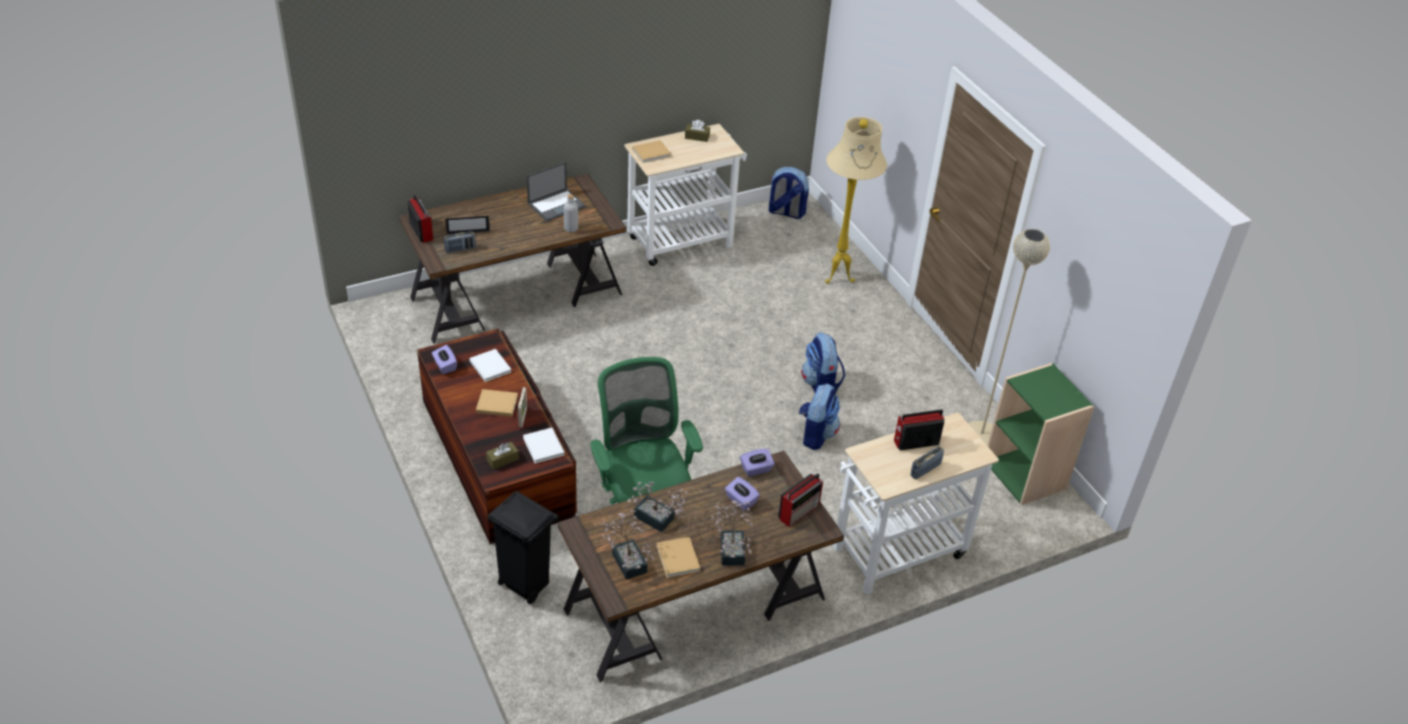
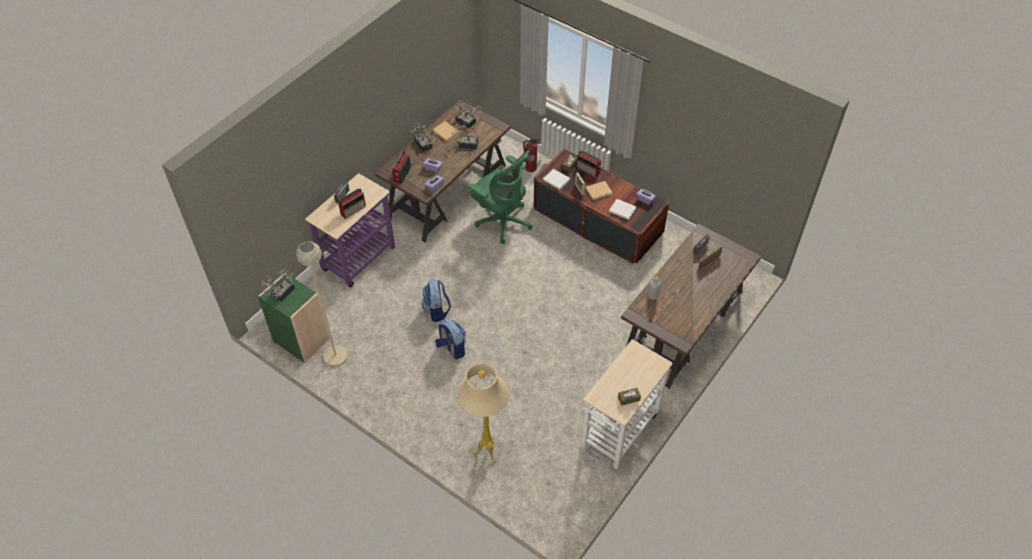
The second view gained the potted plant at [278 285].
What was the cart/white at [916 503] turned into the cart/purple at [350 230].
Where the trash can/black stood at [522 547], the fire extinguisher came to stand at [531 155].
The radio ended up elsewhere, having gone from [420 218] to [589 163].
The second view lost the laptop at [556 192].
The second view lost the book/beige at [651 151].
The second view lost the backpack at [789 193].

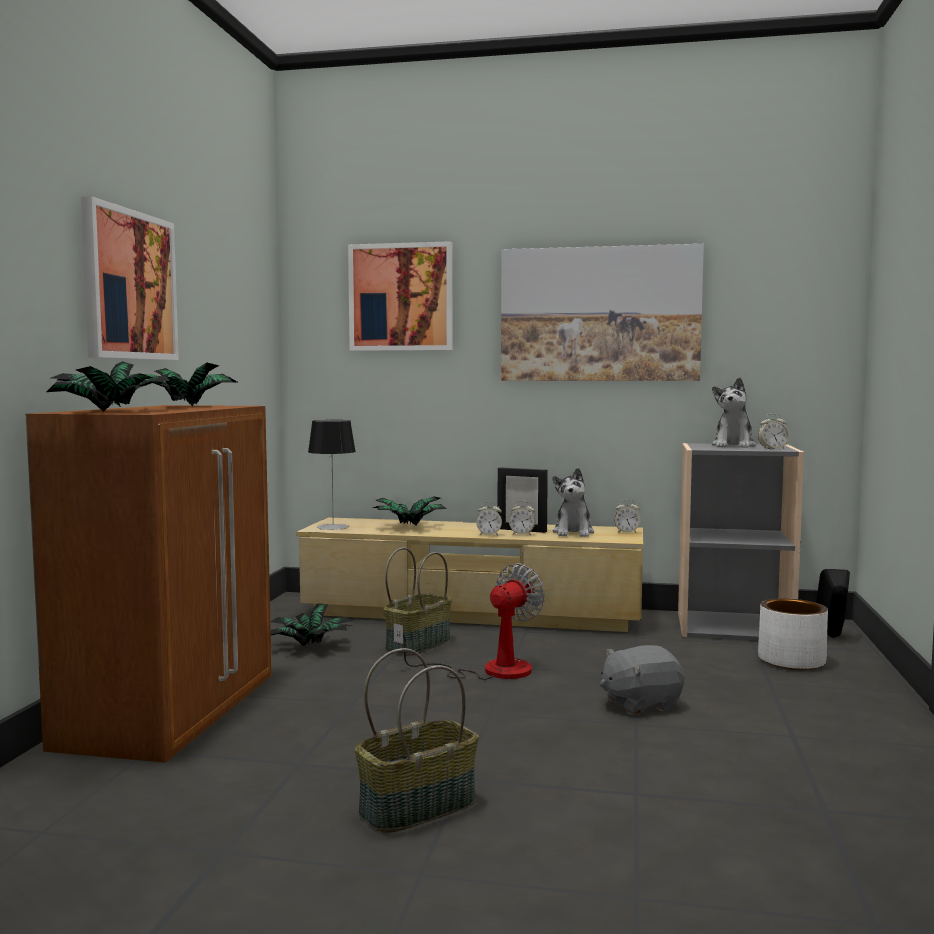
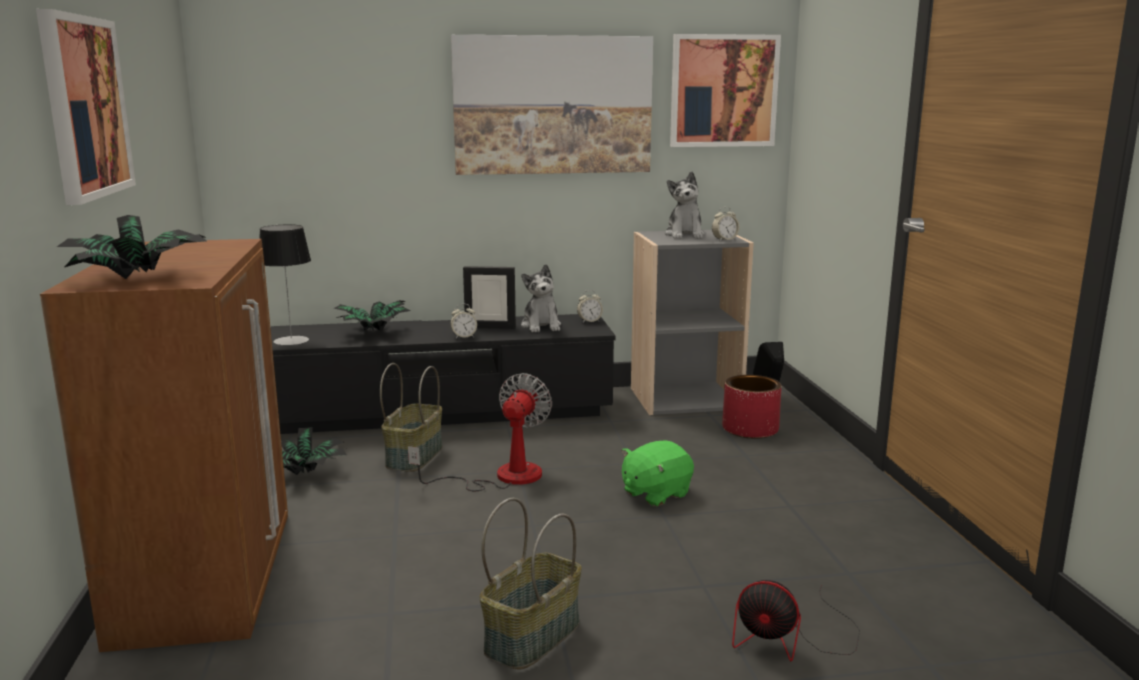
What was the tv stand/beige at [470 575] turned into the tv stand/black at [443 374].
What was the plush toy/grey at [642 680] turned into the plush toy/green at [658 473].
The picture ended up elsewhere, having gone from [400 296] to [725 90].
What was the planter/white at [793 634] turned into the planter/red at [752 407].
The second view gained the fan at [796 620].
The second view lost the potted plant at [190 384].
The second view lost the alarm clock at [522 518].

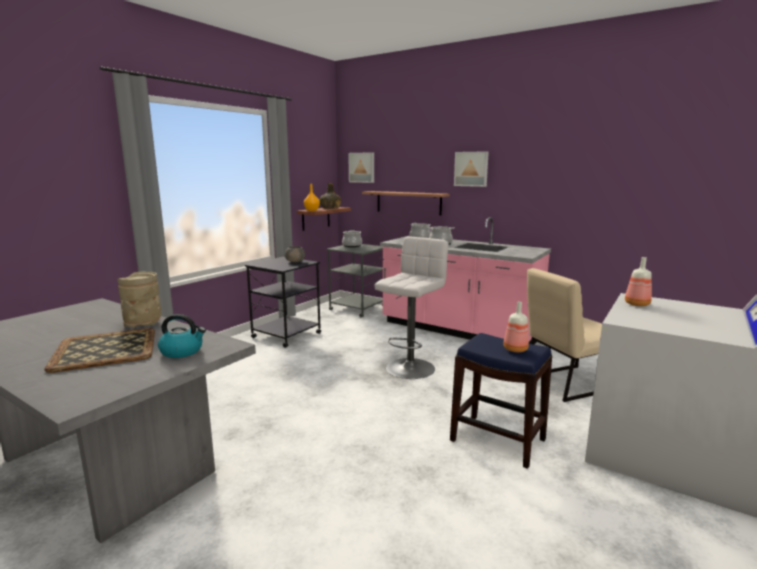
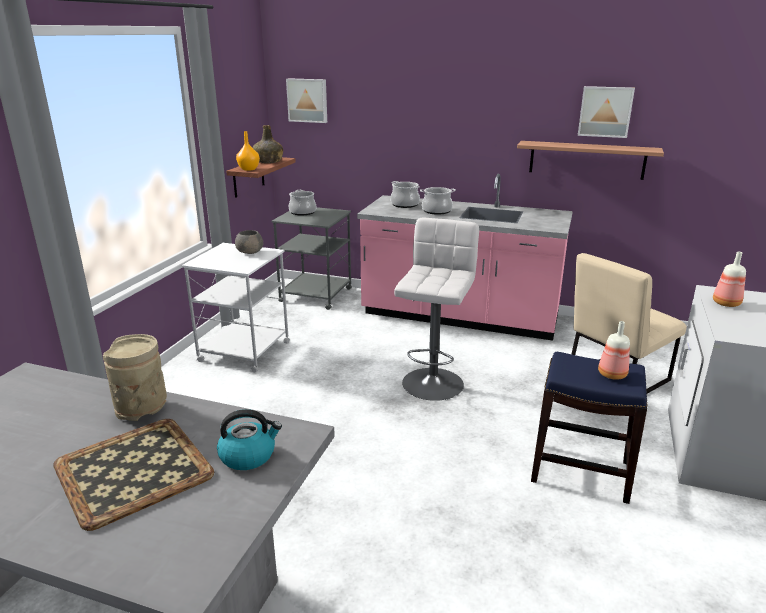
What was the cart/black at [283 302] turned into the cart/white at [236 308].
The shelf ended up elsewhere, having gone from [406 203] to [590 160].
The picture ended up elsewhere, having gone from [471 169] to [606 112].

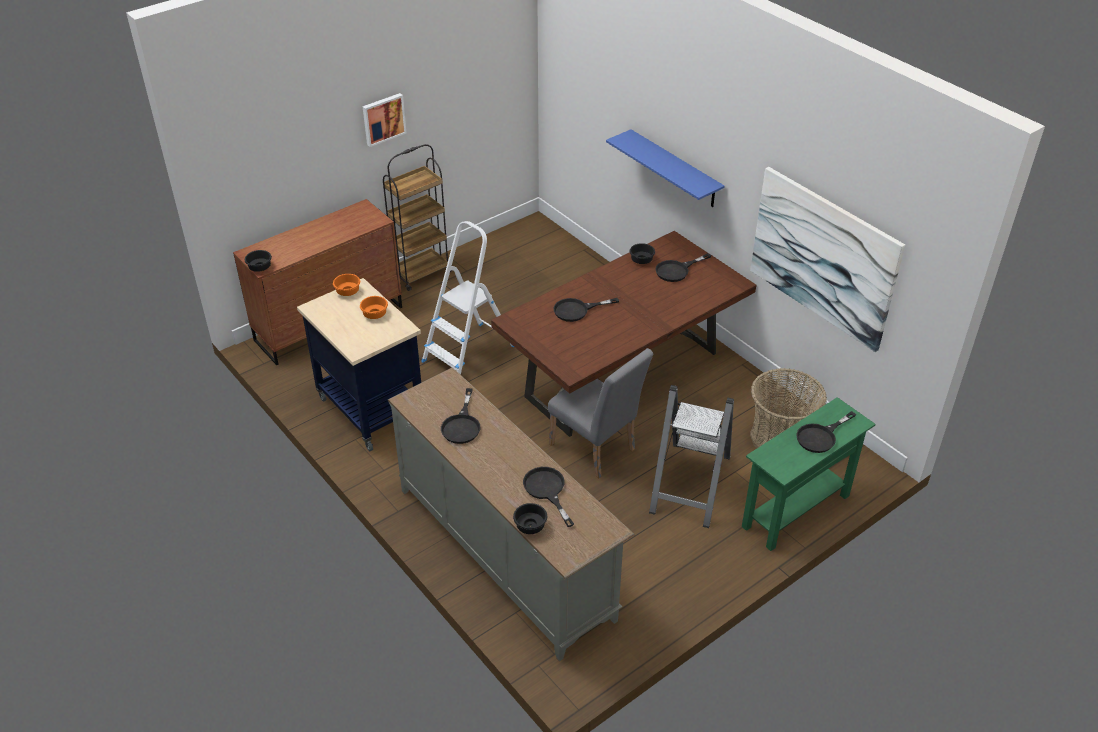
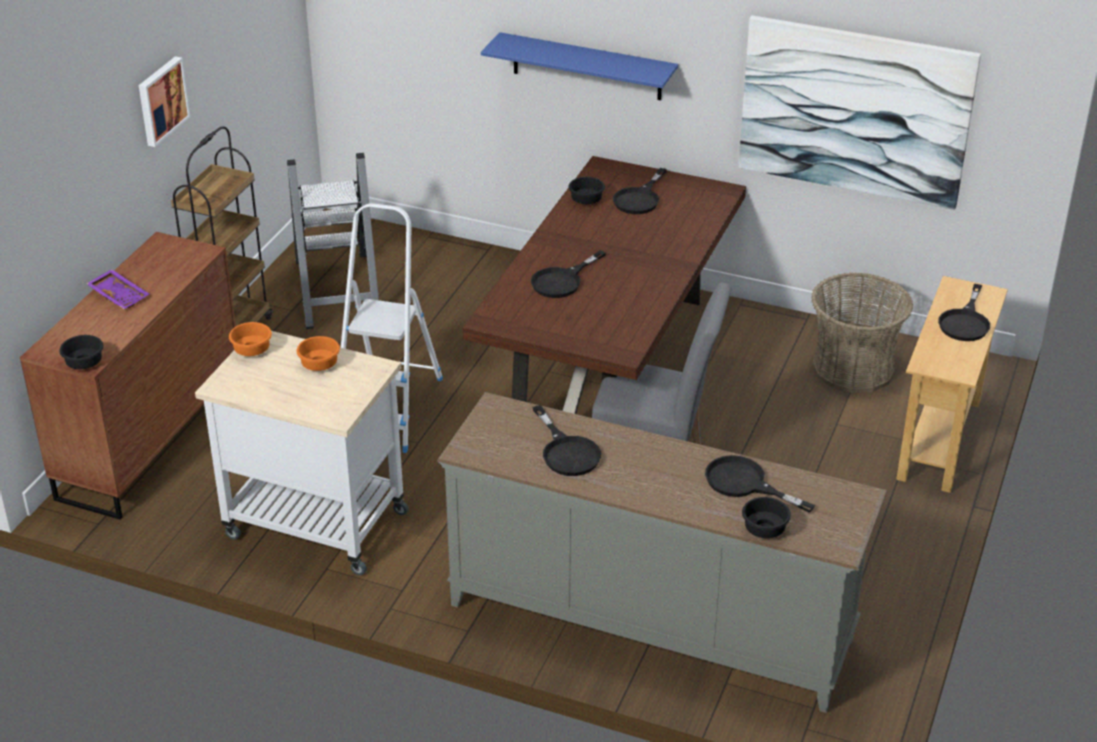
The second view gained the tray/purple at [117 289].
What was the cart/blue at [359 364] turned into the cart/white at [302 453].
The step ladder/grey ended up elsewhere, having gone from [691 456] to [333 241].
What was the console table/green at [809 474] turned into the console table/beige at [952 384].

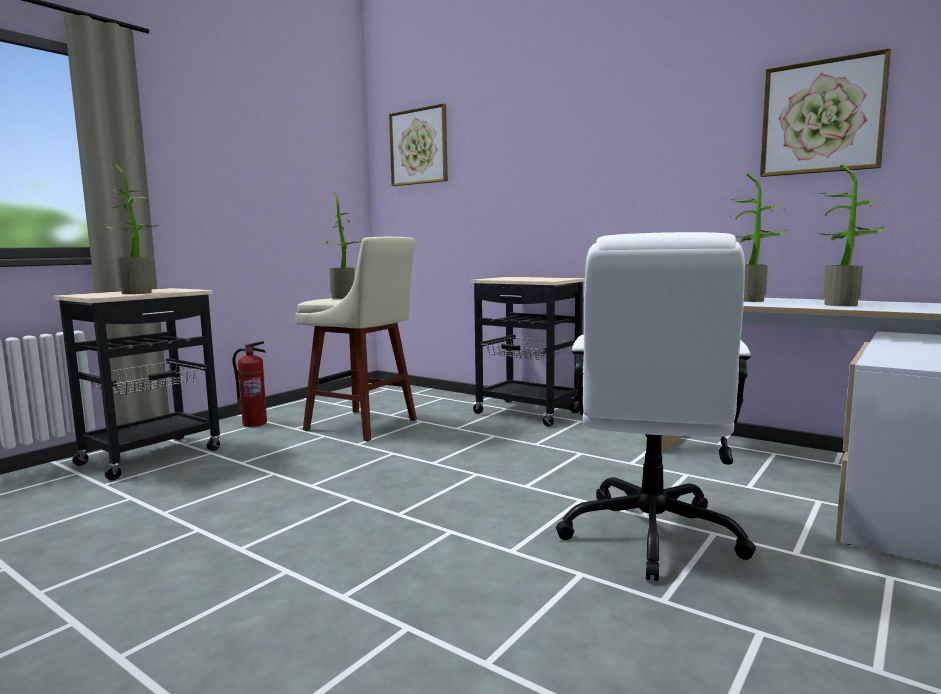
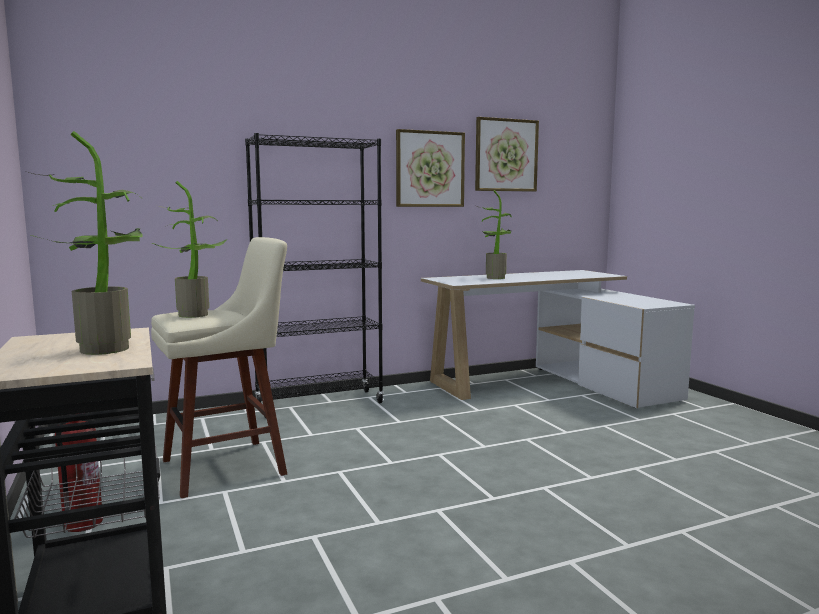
Where the cart stood at [528 352], the bookcase/black came to stand at [314 275].
The picture ended up elsewhere, having gone from [418 144] to [430 168].
The second view lost the office chair/white at [656 406].
The second view lost the potted plant at [846 235].

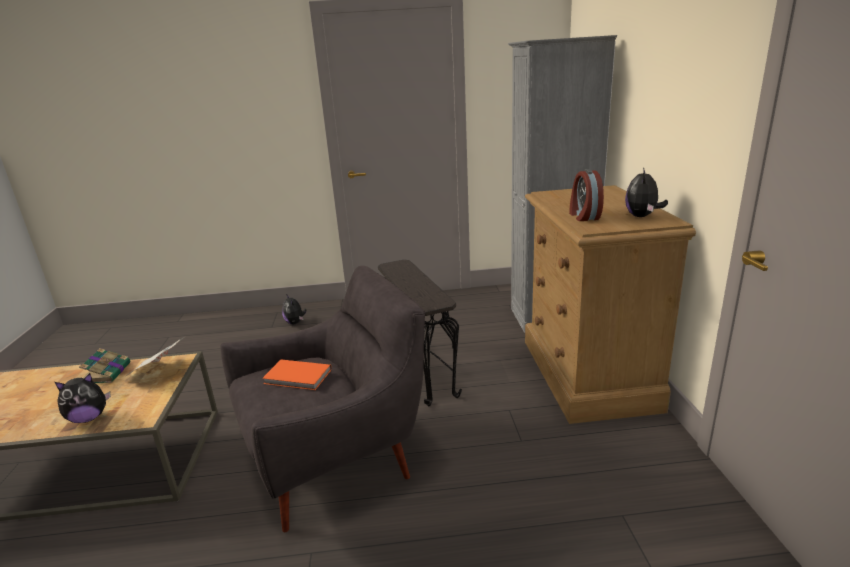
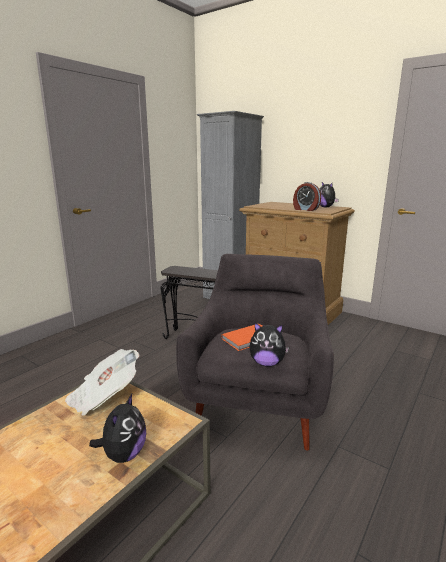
The plush toy ended up elsewhere, having gone from [294 309] to [269 345].
The second view lost the book at [104 365].

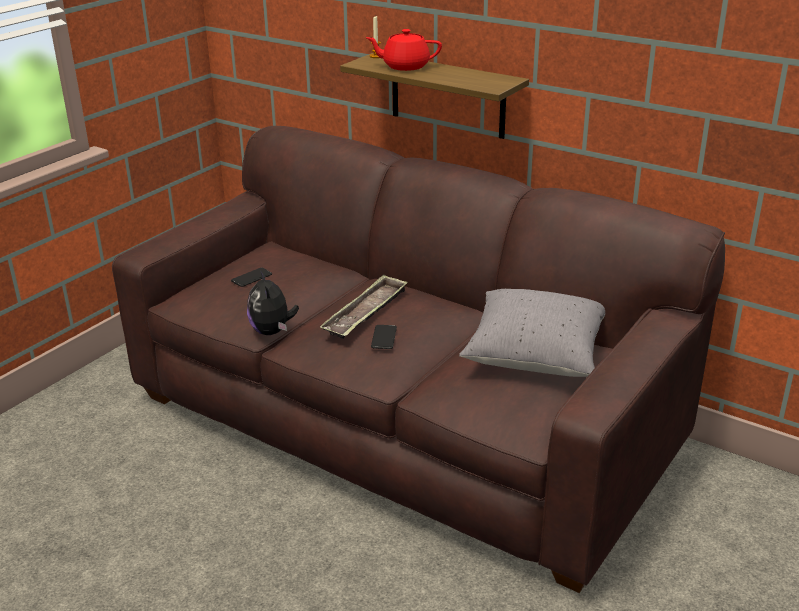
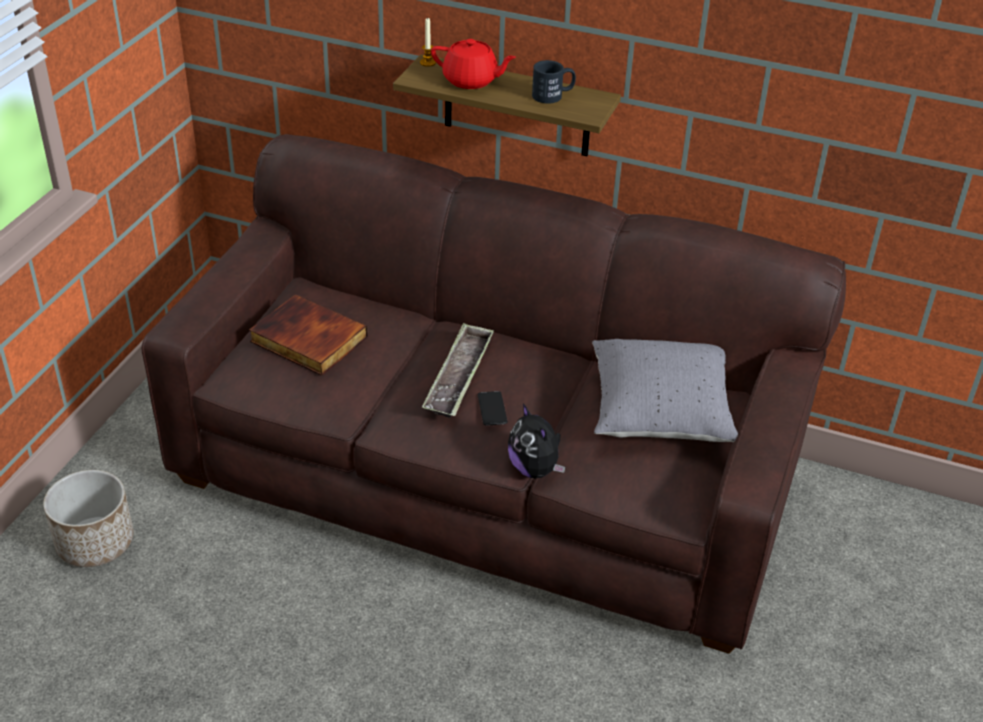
The second view gained the planter at [88 518].
Where the phone stood at [251 277], the book came to stand at [308 335].
The teapot/red at [404 50] ended up facing another way, 150 degrees counterclockwise from before.
The plush toy ended up elsewhere, having gone from [273 302] to [536 440].
The second view gained the mug/black at [554 82].

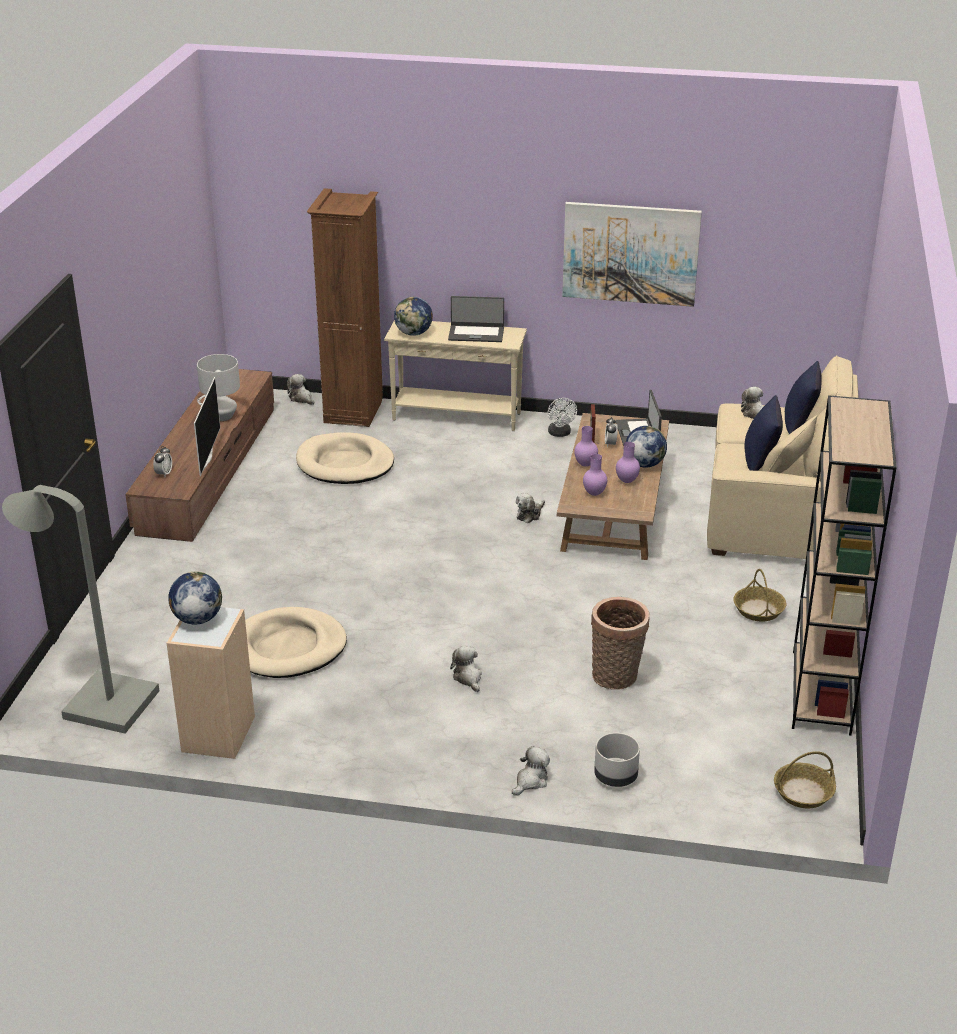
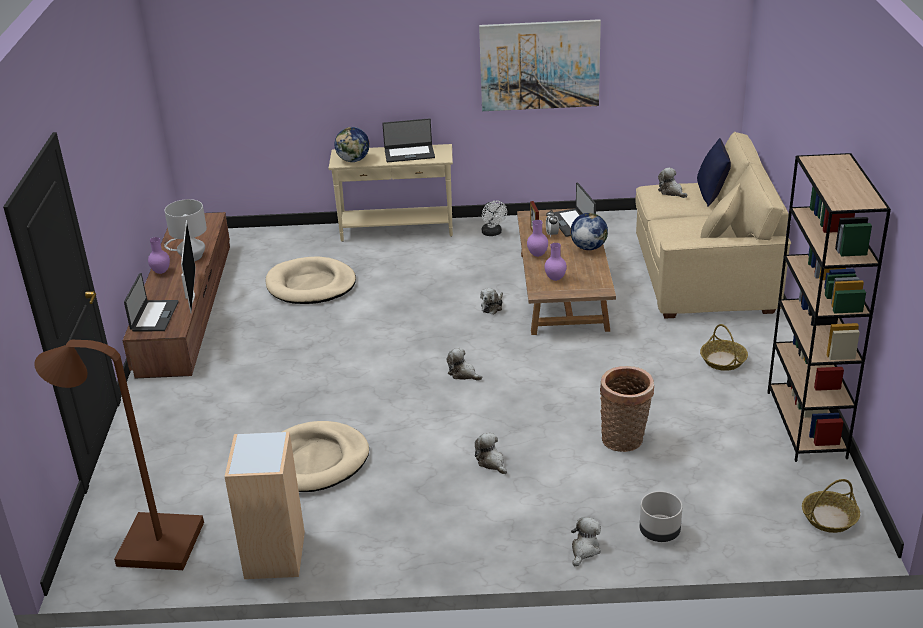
What was the floor lamp/grey at [81 609] turned into the floor lamp/brown at [119 455].
Where the alarm clock stood at [162 461], the laptop came to stand at [151 302].
The vase/purple ended up elsewhere, having gone from [628 462] to [159 255].
The plush toy ended up elsewhere, having gone from [300 389] to [464 364].
The second view lost the globe at [195 598].
The second view lost the cabinet/brown at [345 307].
The second view lost the pillow/blue at [764 433].

